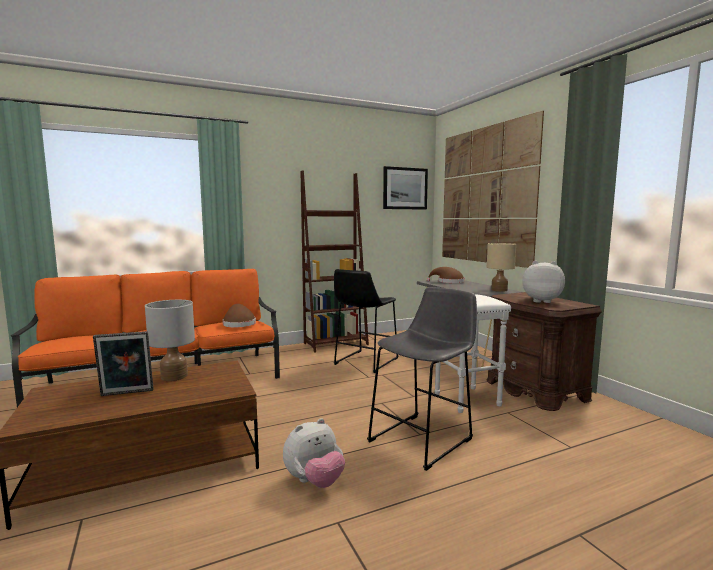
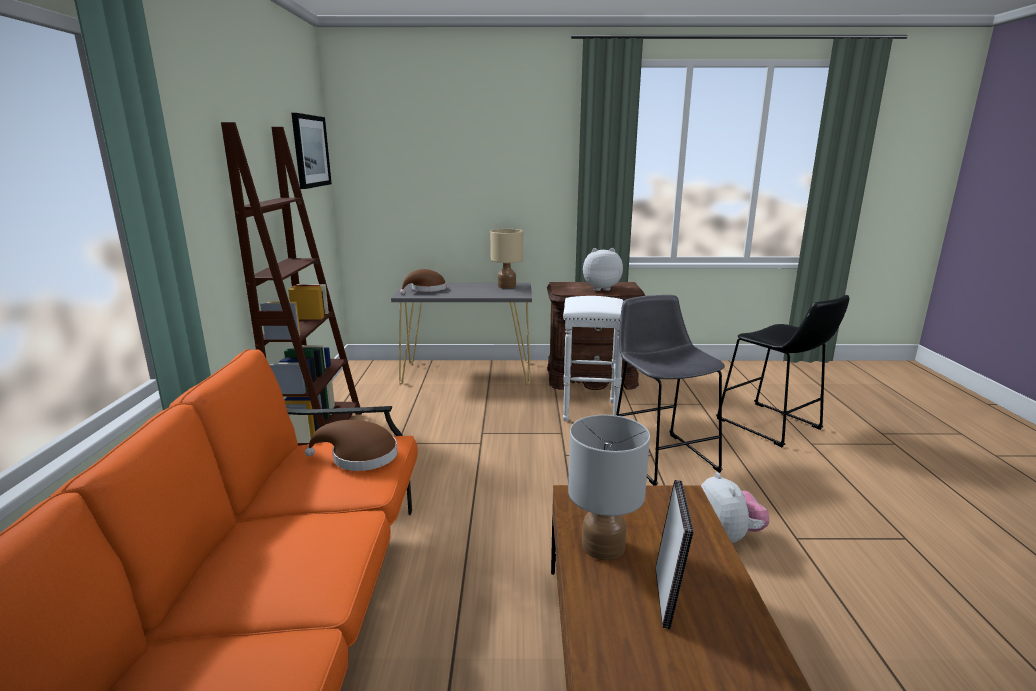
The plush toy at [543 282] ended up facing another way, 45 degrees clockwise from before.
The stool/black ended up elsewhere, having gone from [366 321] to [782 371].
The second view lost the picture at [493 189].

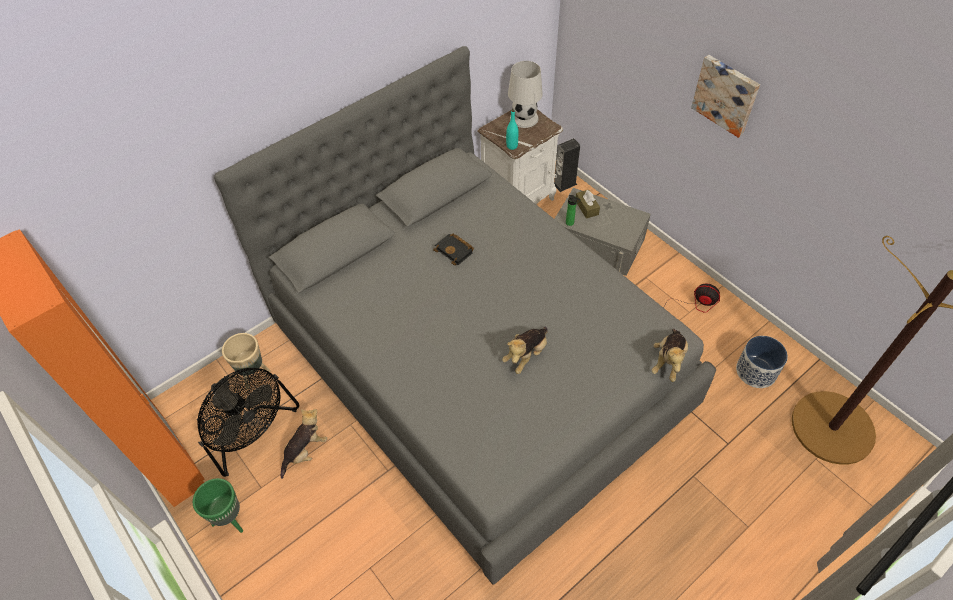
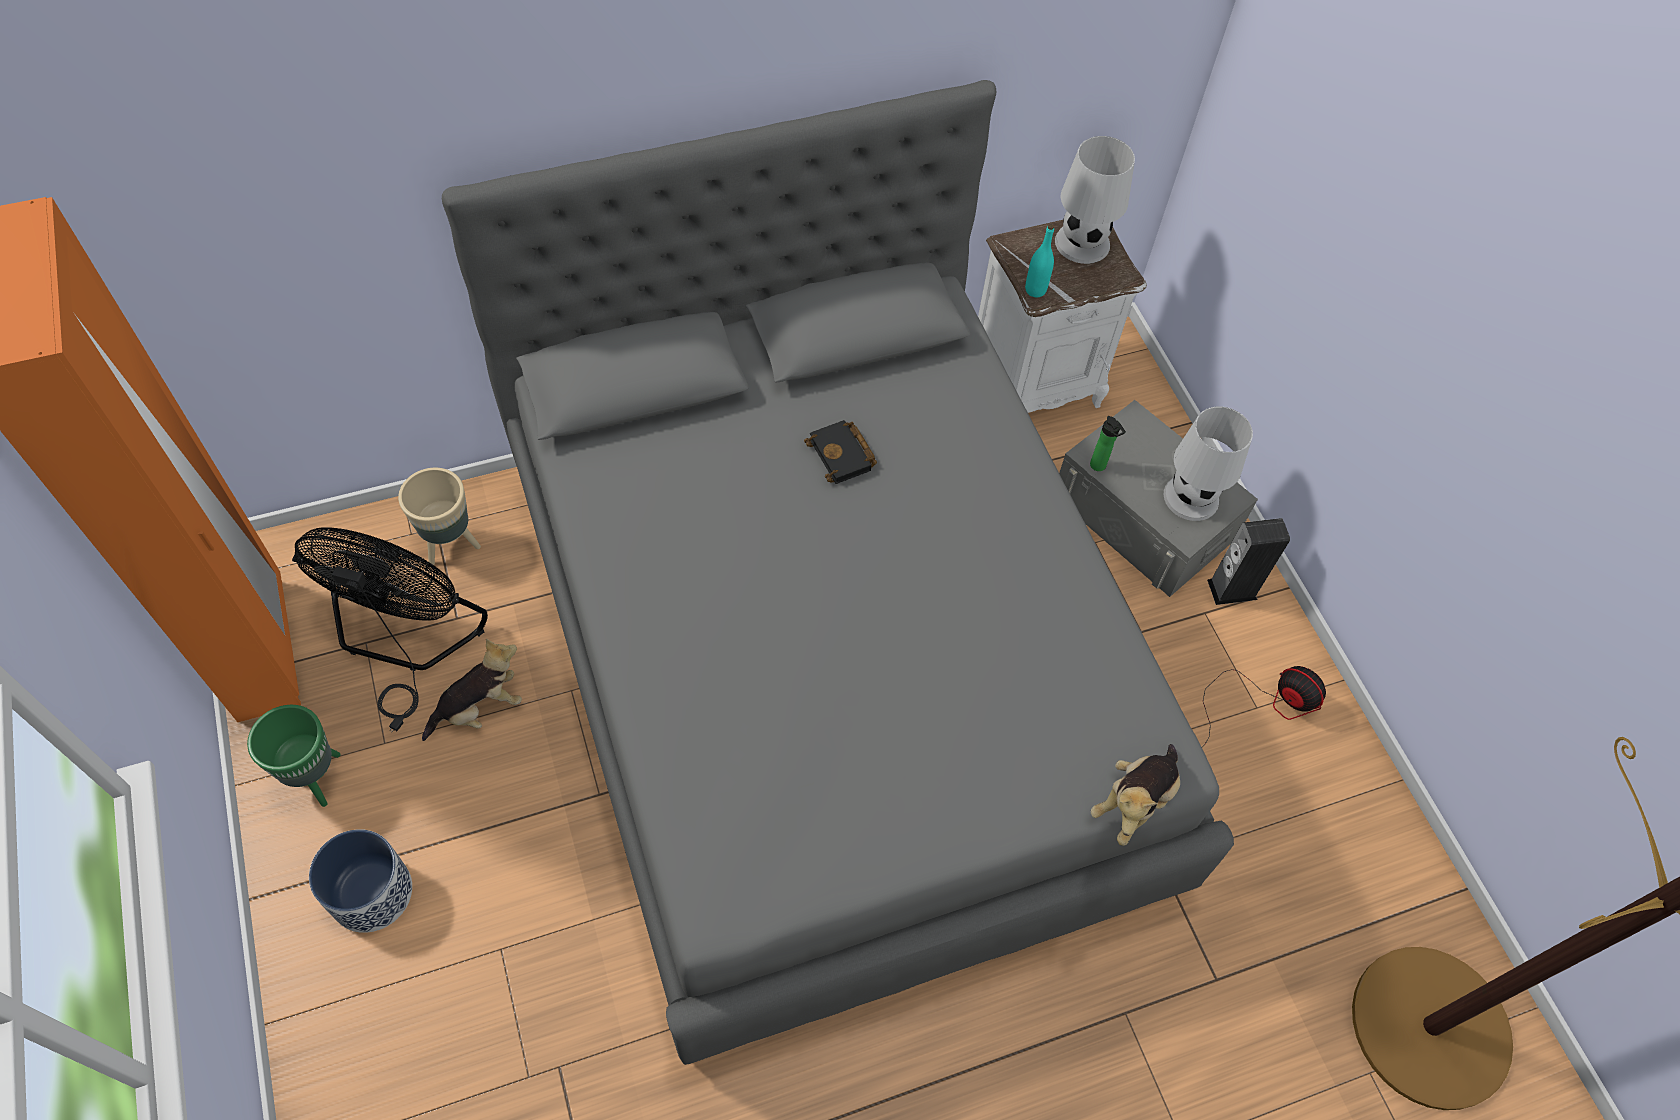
The fan/black at [248 422] ended up facing another way, 135 degrees counterclockwise from before.
The planter ended up elsewhere, having gone from [762 362] to [360 881].
The second view gained the table lamp/white at [1208 463].
The speaker ended up elsewhere, having gone from [567 165] to [1248 561].
The second view lost the plush toy at [525 350].
The second view lost the tissue box/brown at [588 204].
The second view lost the picture at [725 96].

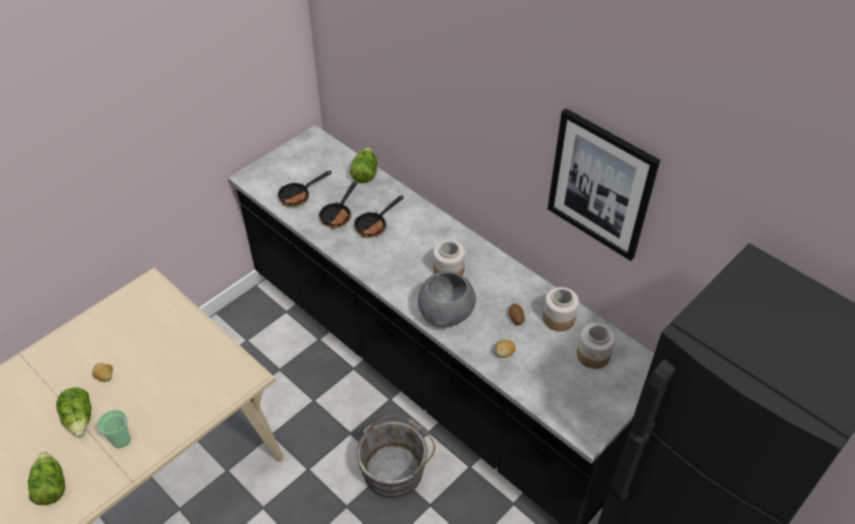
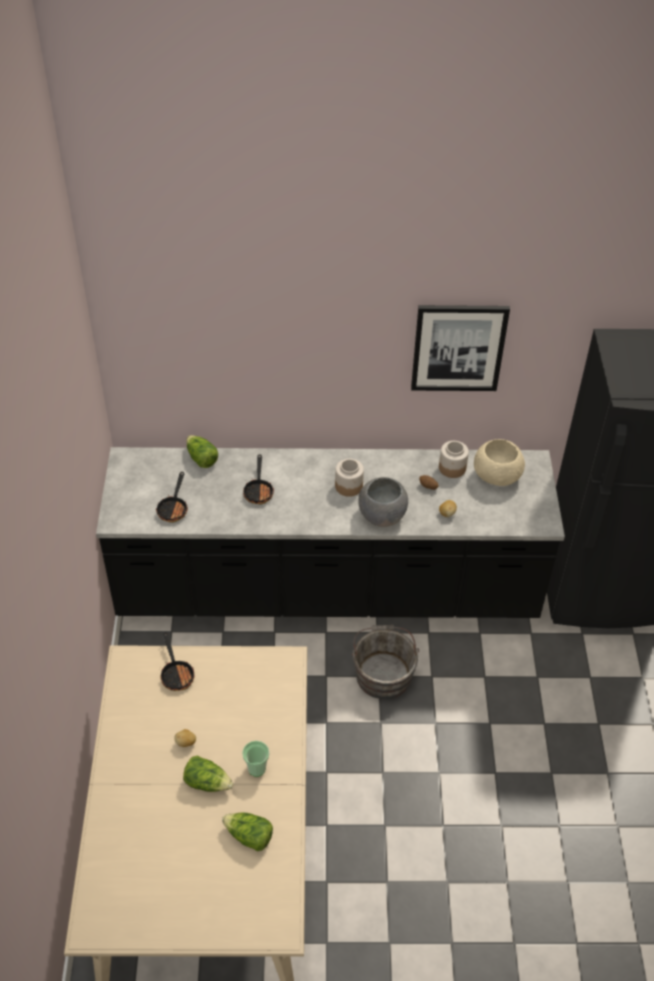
The frying pan ended up elsewhere, having gone from [338 205] to [177 661].
Where the jar stood at [596 346], the bowl/beige came to stand at [499 462].

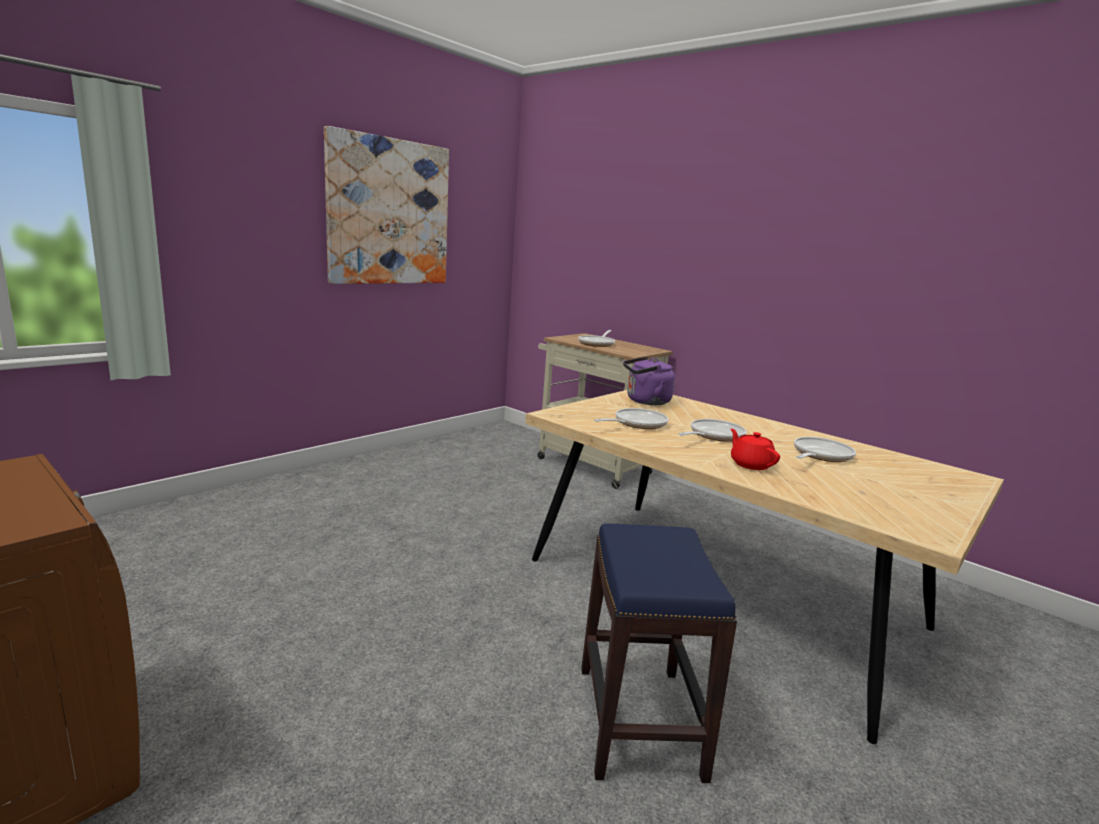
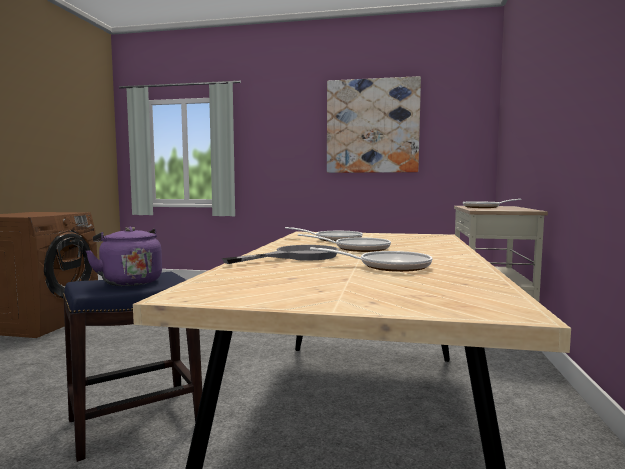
The kettle/purple ended up elsewhere, having gone from [649 381] to [124 256].
Where the teapot/red stood at [755 449], the frying pan/grey came to stand at [280 254].

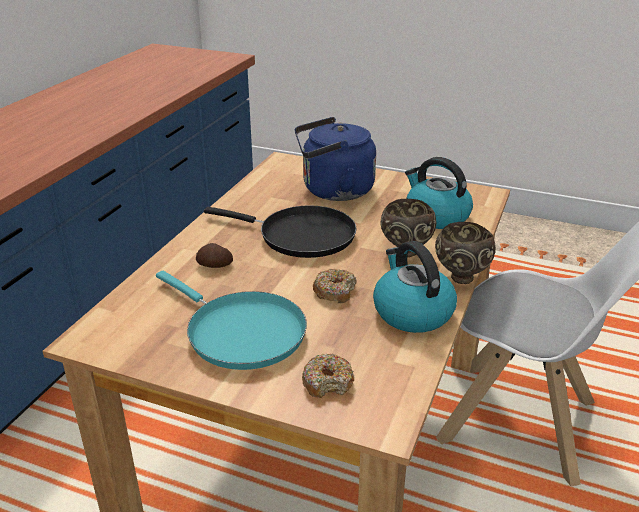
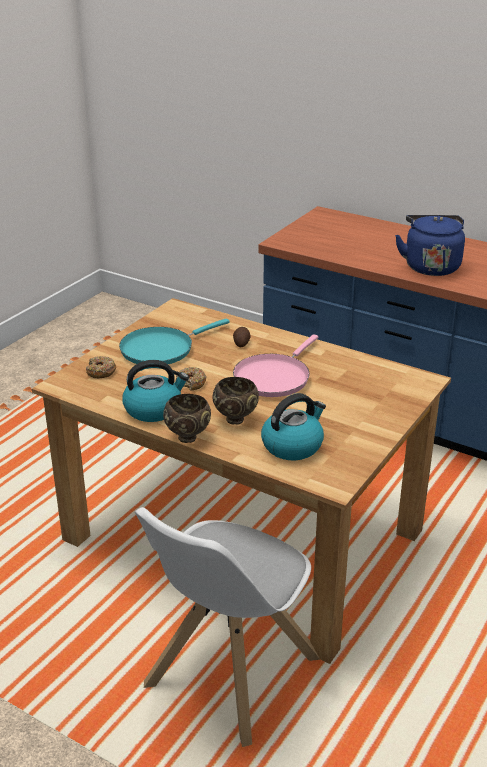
What was the frying pan/black at [280 231] turned into the frying pan/pink at [275 365].
The kettle/blue ended up elsewhere, having gone from [335 159] to [430 245].

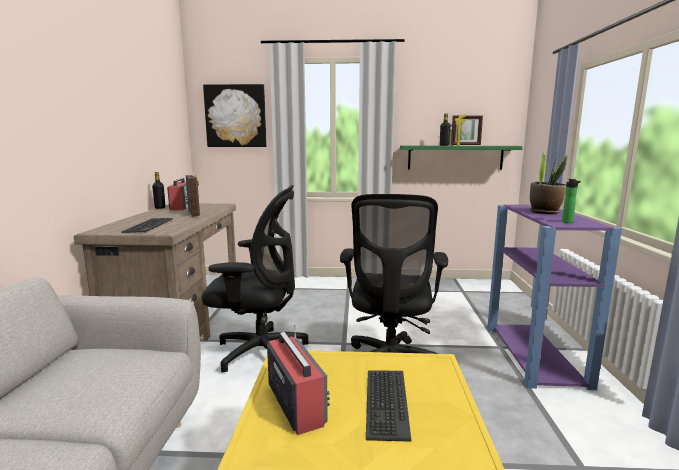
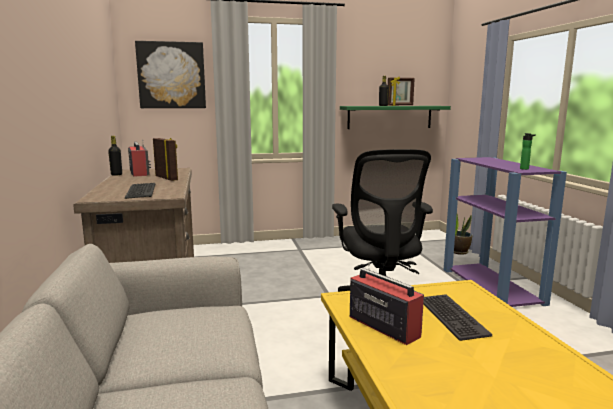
The potted plant ended up elsewhere, having gone from [548 182] to [463 234].
The second view lost the office chair/black at [255 278].

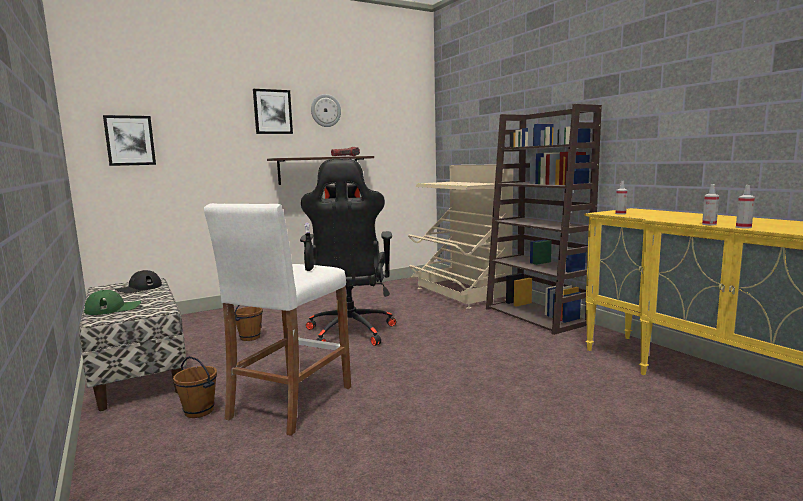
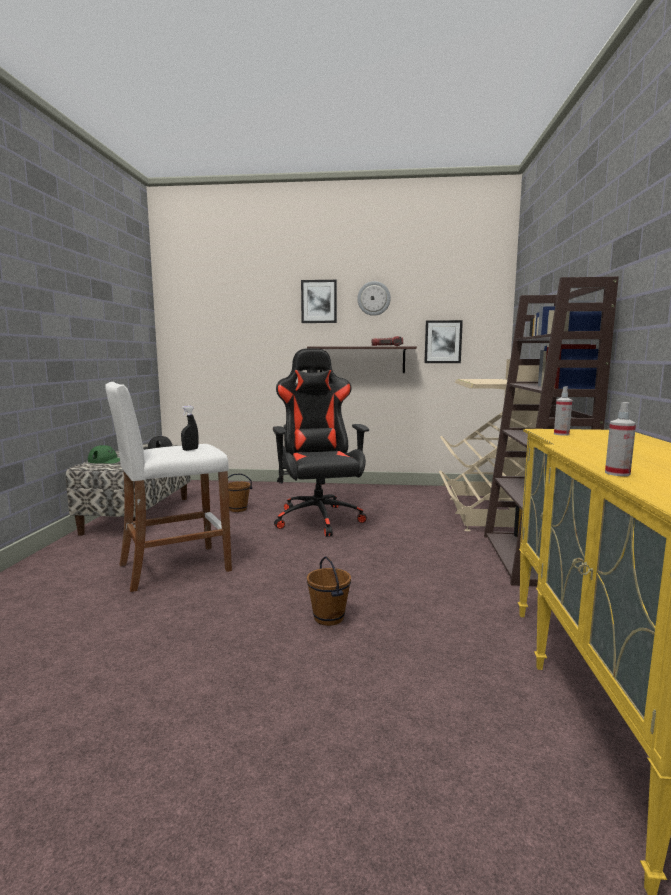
The office chair/black at [348 252] ended up facing another way, 135 degrees clockwise from before.
The bucket/brown ended up elsewhere, having gone from [195 387] to [329 591].
The picture ended up elsewhere, having gone from [129 140] to [443 341].
The second view lost the spray bottle at [710 204].

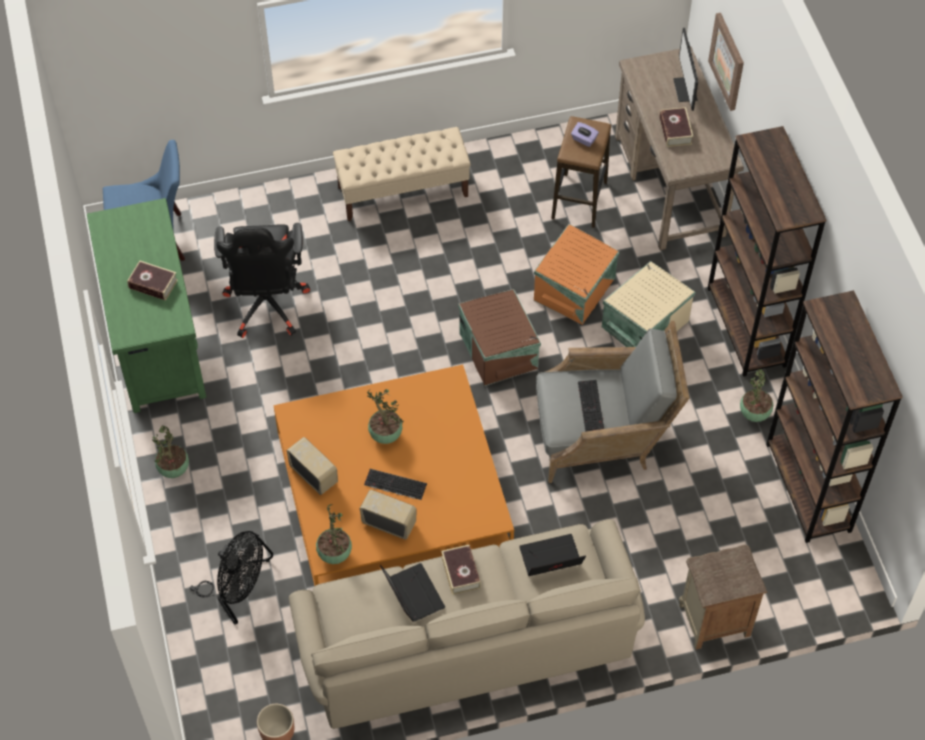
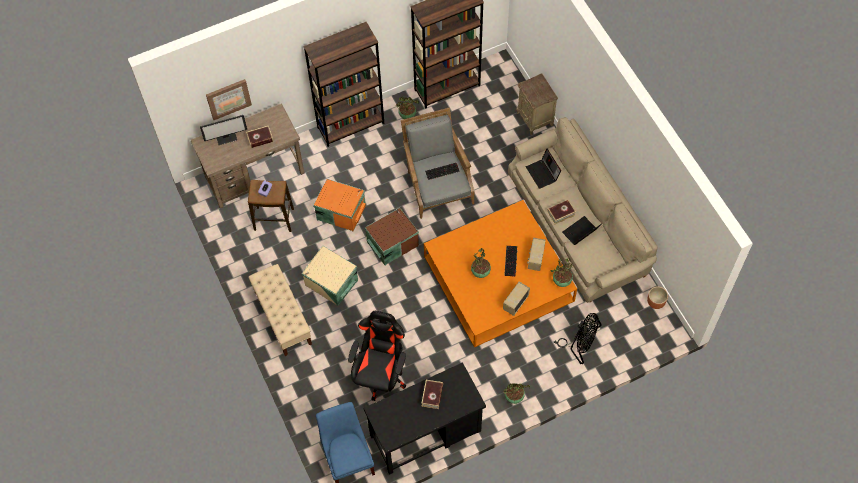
The storage box/beige ended up elsewhere, having gone from [648 304] to [330 276].
The office chair/black at [262 280] ended up facing another way, 60 degrees counterclockwise from before.
What was the desk/green at [146 305] turned into the desk/black at [424 418].
The fan/black at [231 578] ended up facing another way, 105 degrees clockwise from before.

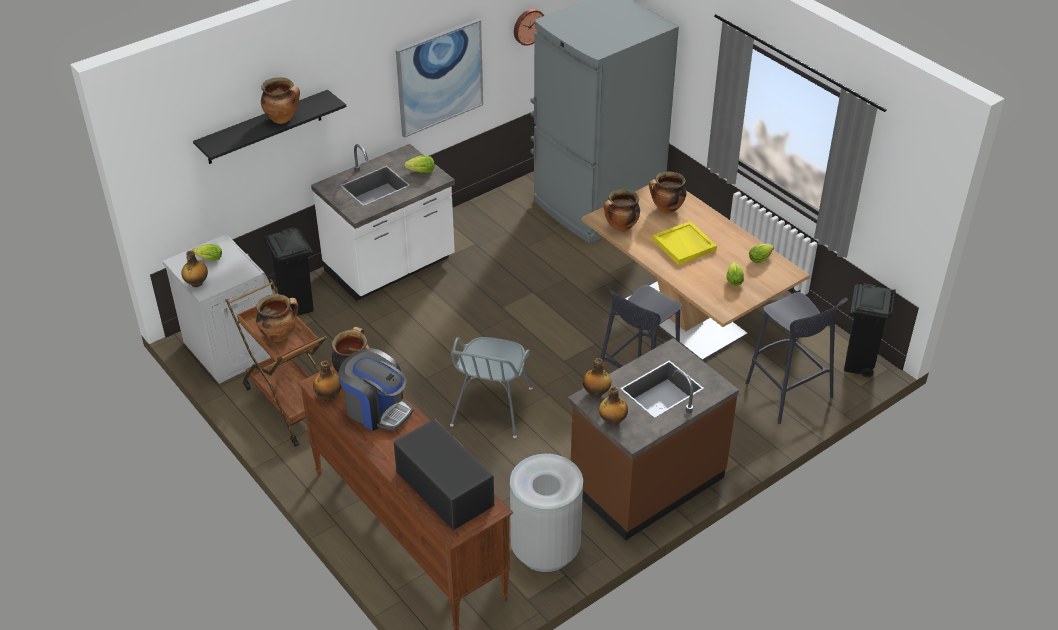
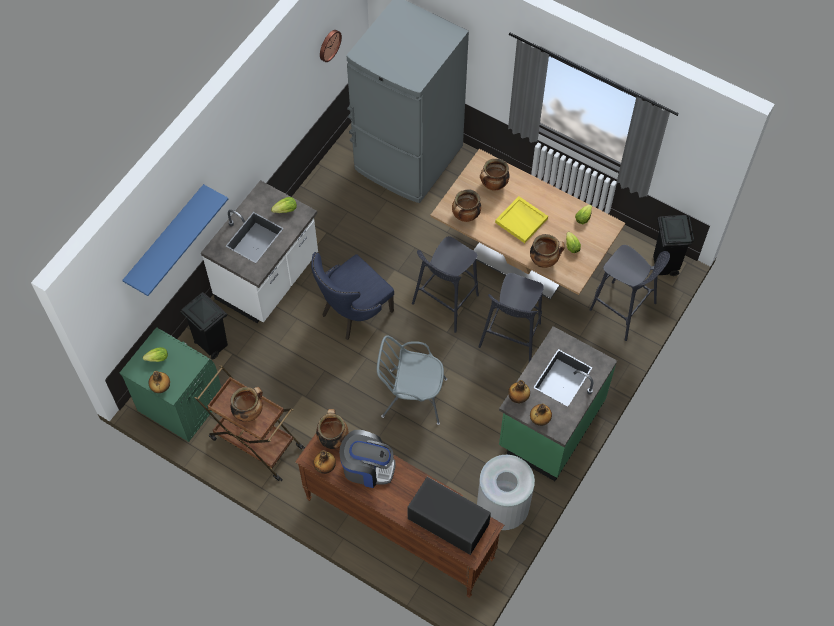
What was the washing machine/white at [218 309] turned into the washing machine/green at [170 384].
What was the shelf/black at [269 127] turned into the shelf/blue at [175 240].
The second view gained the chair/blue at [352 296].
The chair/grey at [491 387] ended up facing another way, 105 degrees clockwise from before.
The second view gained the stool/grey at [445 284].
What was the counter/brown at [653 439] turned into the counter/green at [558 403].
The cooking pot ended up elsewhere, having gone from [280 100] to [547 251].
The second view lost the picture at [439 78].

